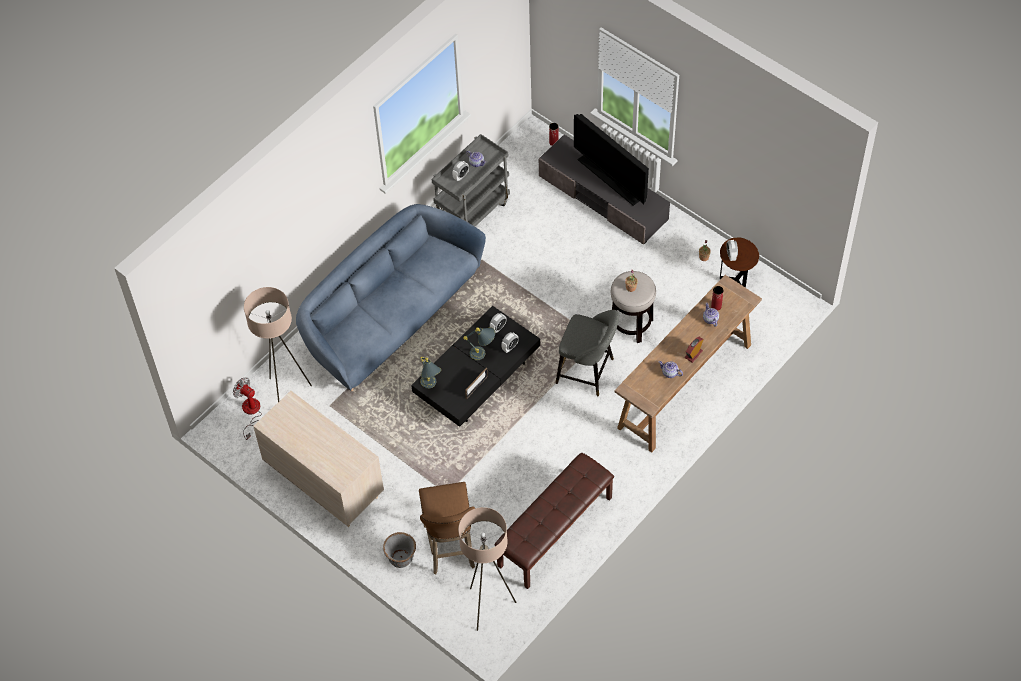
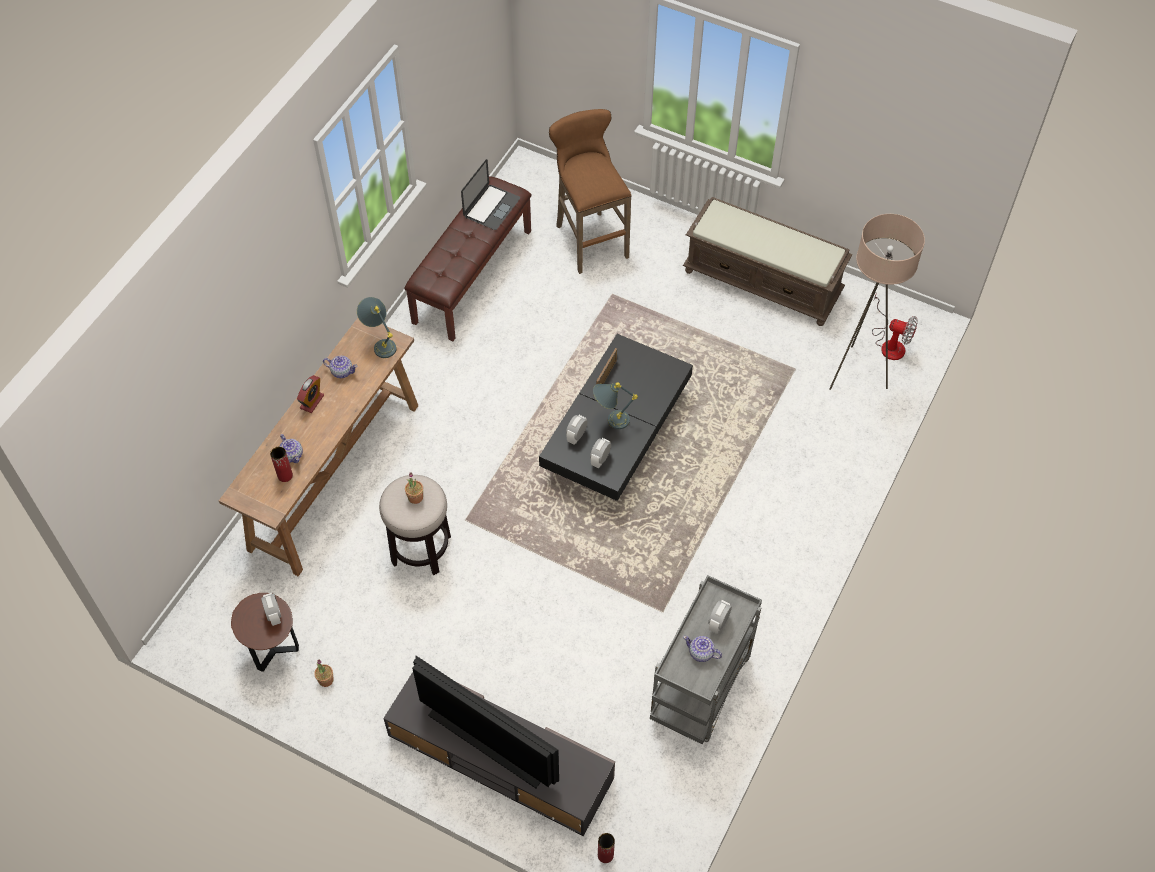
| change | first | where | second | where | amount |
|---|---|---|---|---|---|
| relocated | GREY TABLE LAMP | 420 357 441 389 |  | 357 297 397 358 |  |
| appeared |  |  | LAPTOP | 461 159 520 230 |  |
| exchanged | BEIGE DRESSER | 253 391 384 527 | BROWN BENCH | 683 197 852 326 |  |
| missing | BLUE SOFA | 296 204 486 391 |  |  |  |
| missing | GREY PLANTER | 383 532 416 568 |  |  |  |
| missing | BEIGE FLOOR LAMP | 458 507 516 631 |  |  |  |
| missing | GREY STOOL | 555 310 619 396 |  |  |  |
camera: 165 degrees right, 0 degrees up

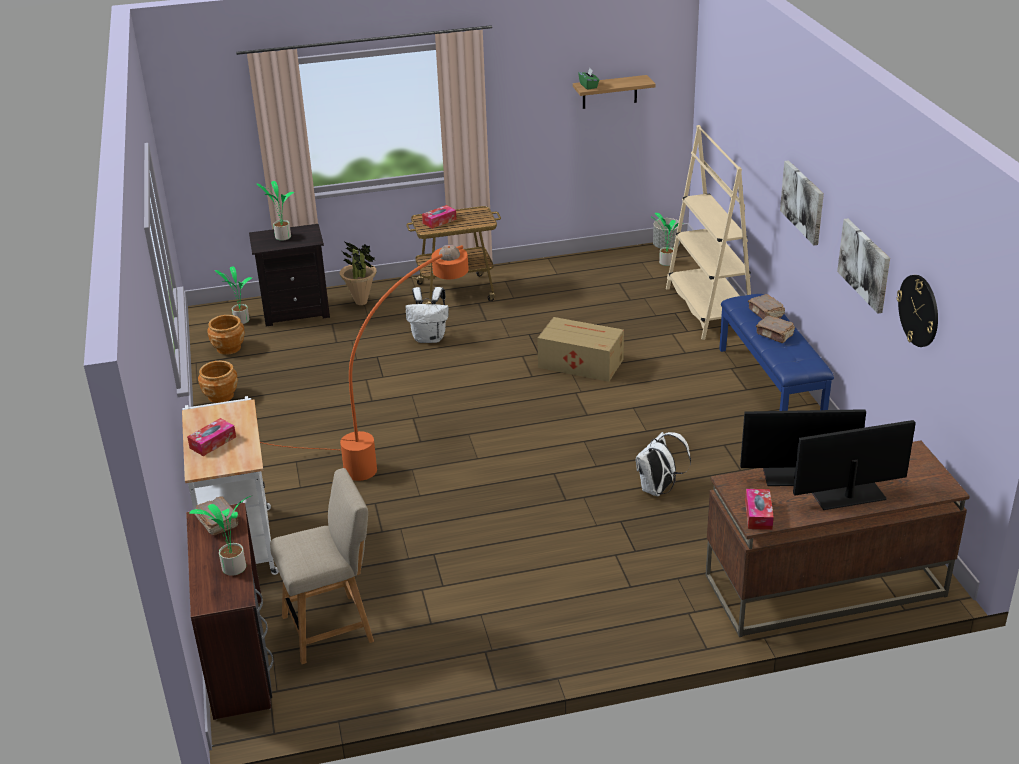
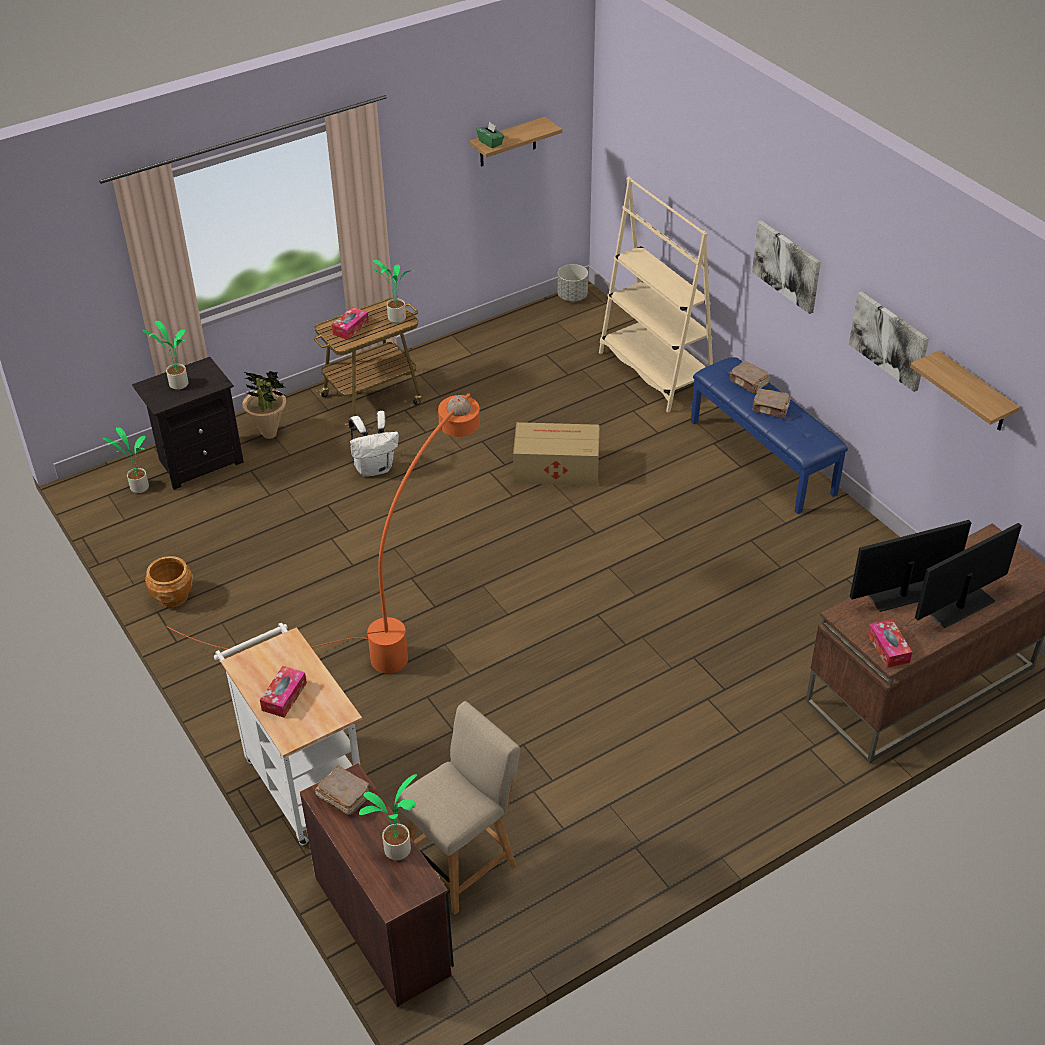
| change | first | where | second | where | amount |
|---|---|---|---|---|---|
| relocated | POTTED PLANT | 652 213 684 266 |  | 372 260 410 323 |  |
| exchanged | WALL CLOCK | 897 275 938 347 | SHELF | 910 351 1020 431 |  |
| missing | BROWN PLANTER | 207 315 245 355 |  |  |  |
| missing | WHITE BACKPACK | 636 432 691 496 |  |  |  |
camera: 20 degrees left, 10 degrees up

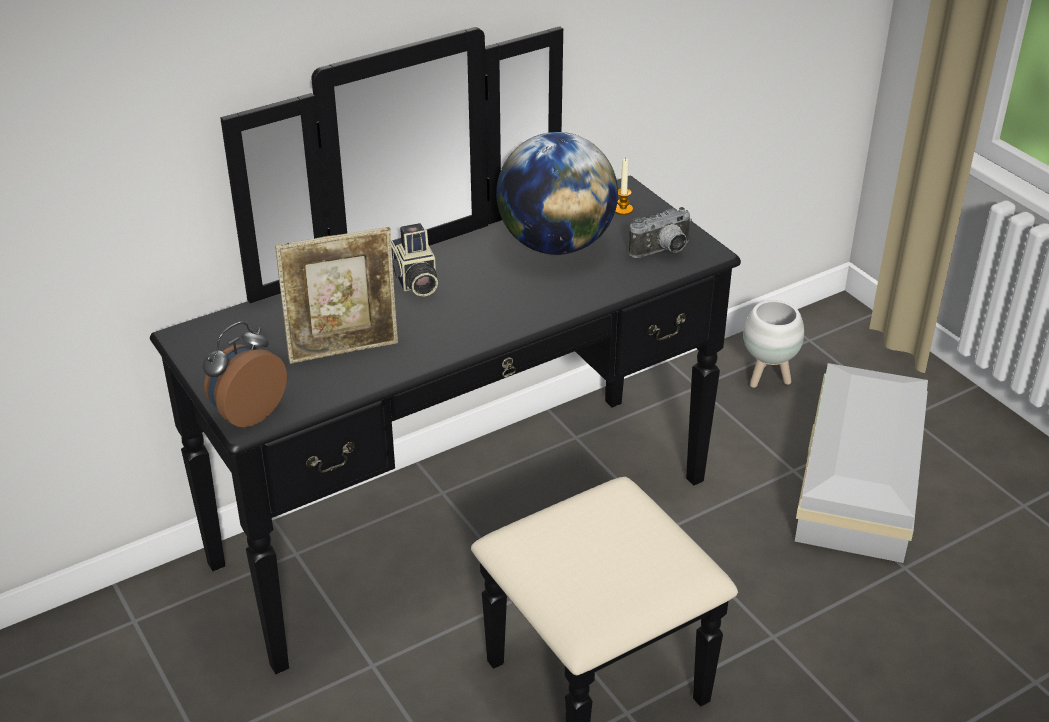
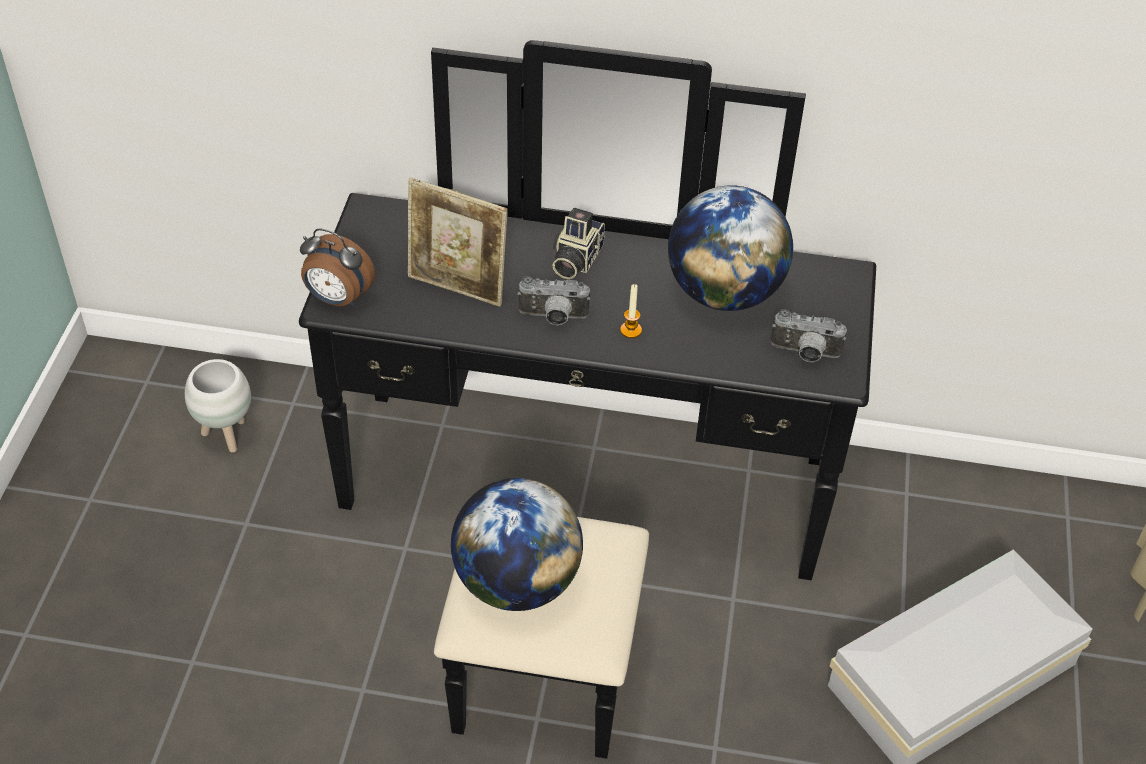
| change | first | where | second | where | amount |
|---|---|---|---|---|---|
| relocated | WHITE PLANTER | 743 300 804 388 |  | 185 359 251 453 |  |
| spun | ALARM CLOCK | 203 322 287 427 |  | 300 228 375 307 | 150 degrees counterclockwise |
| appeared |  |  | GLOBE | 451 478 583 611 |  |
| appeared |  |  | PHOTO CAMERA | 517 276 590 325 |  |
| relocated | CANDLE | 615 158 633 215 |  | 620 284 642 338 |  |
camera: 40 degrees right, 10 degrees up

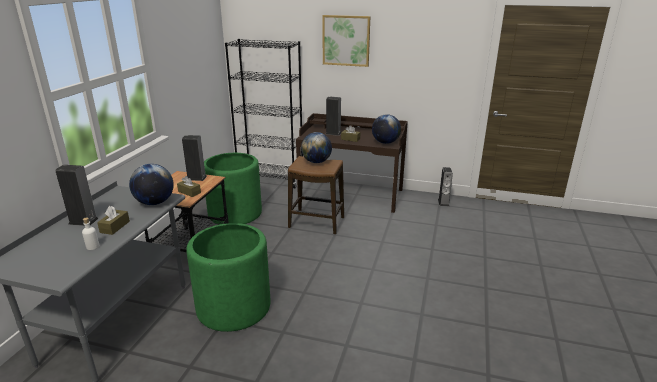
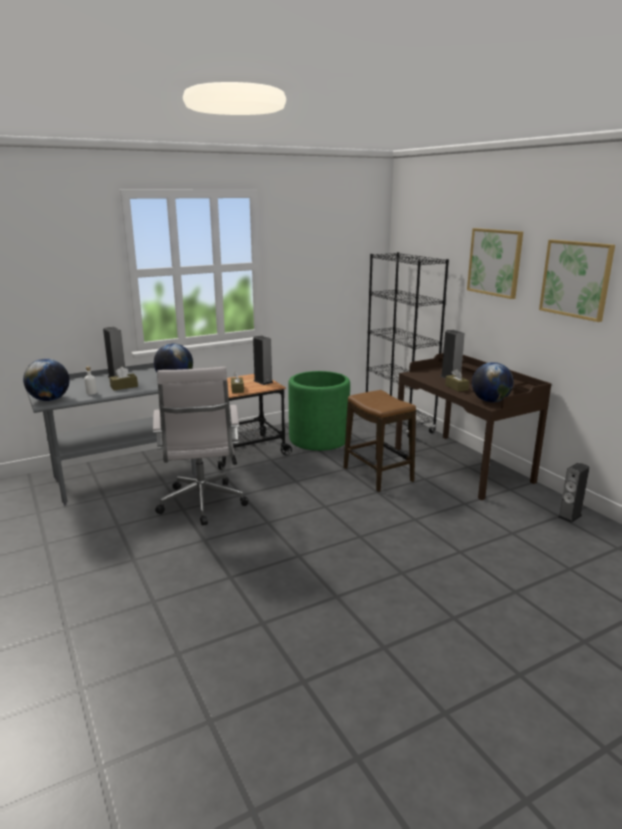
| change | first | where | second | where | amount |
|---|---|---|---|---|---|
| relocated | GLOBE | 301 132 332 163 |  | 23 359 70 401 |  |
| exchanged | GREEN PLANTER | 186 223 270 332 | WHITE OFFICE CHAIR | 153 367 249 526 |  |
| appeared |  |  | PICTURE | 539 240 615 322 |  |
camera: 45 degrees right, 5 degrees down

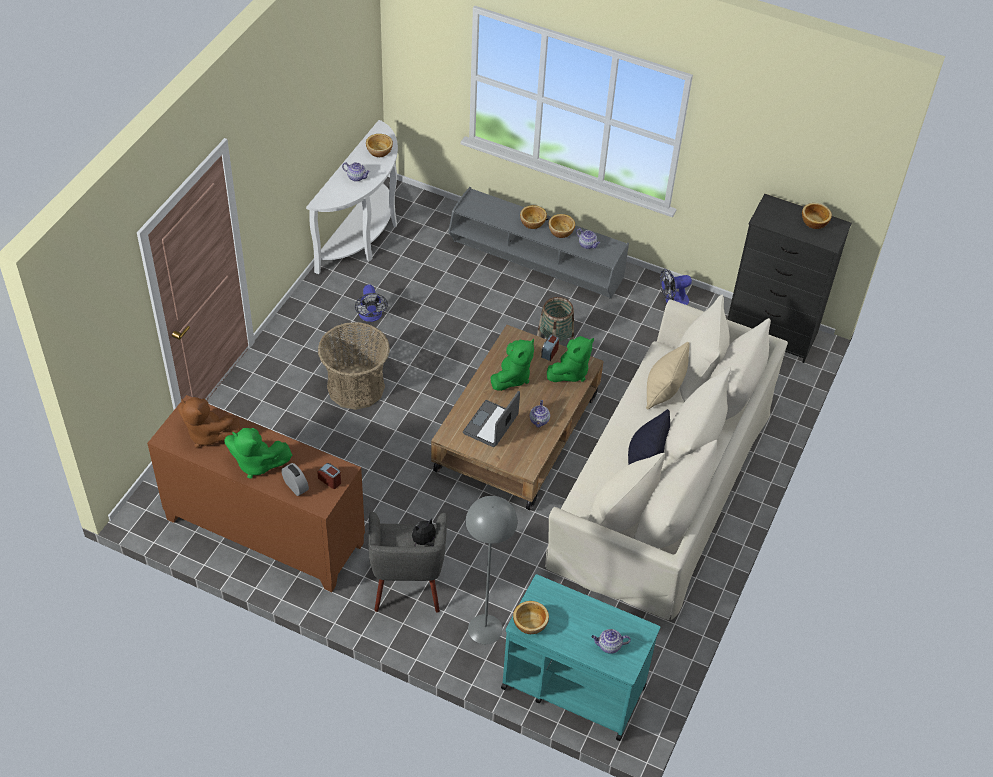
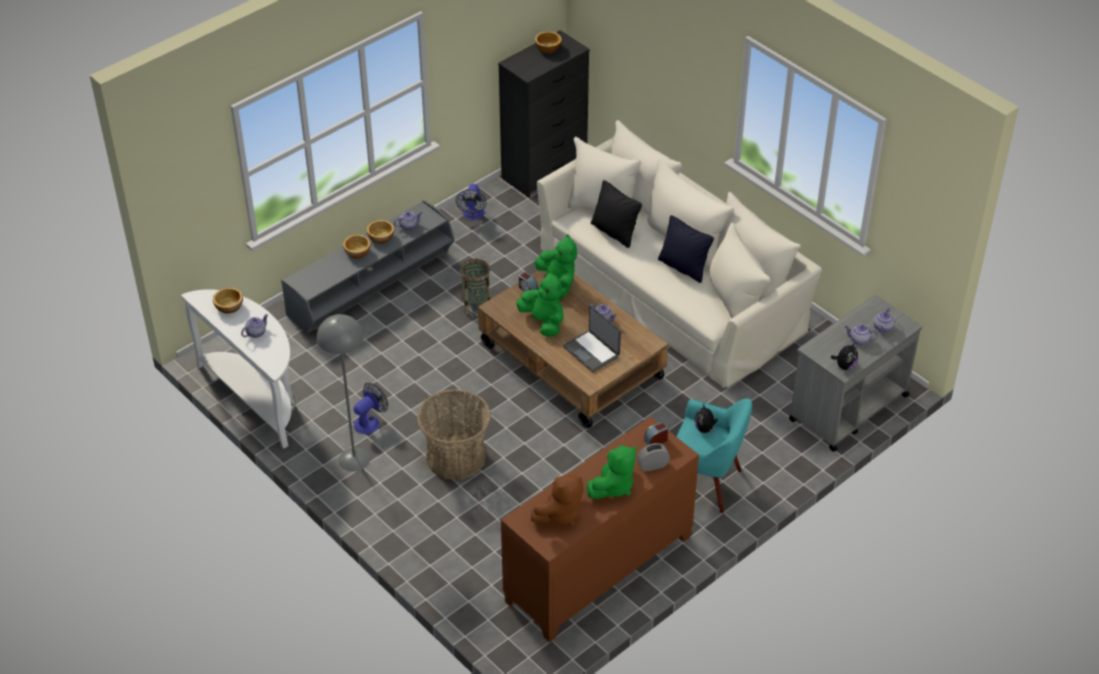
| change | first | where | second | where | amount |
|---|---|---|---|---|---|
| relocated | GREY FLOOR LAMP | 466 496 518 644 |  | 317 314 370 472 |  |
| spun | FAN | 355 284 388 322 |  | 354 383 388 434 | 60 degrees counterclockwise |
| colour | BEIGE PILLOW | 646 342 690 410 | BLACK PILLOW | 591 180 642 248 |  |
| colour | GREY ARMCHAIR | 369 512 447 613 | TURQUOISE ARMCHAIR | 676 398 752 513 |  |
| colour | TURQUOISE CART | 501 574 660 741 | GREY CART | 789 295 922 452 |  |
| exchanged | BOWL | 513 601 549 634 | PLUSH TOY | 831 342 858 370 |  |
| appeared |  |  | TEAPOT | 845 324 878 345 |  |
camera: 65 degrees left, 5 degrees down

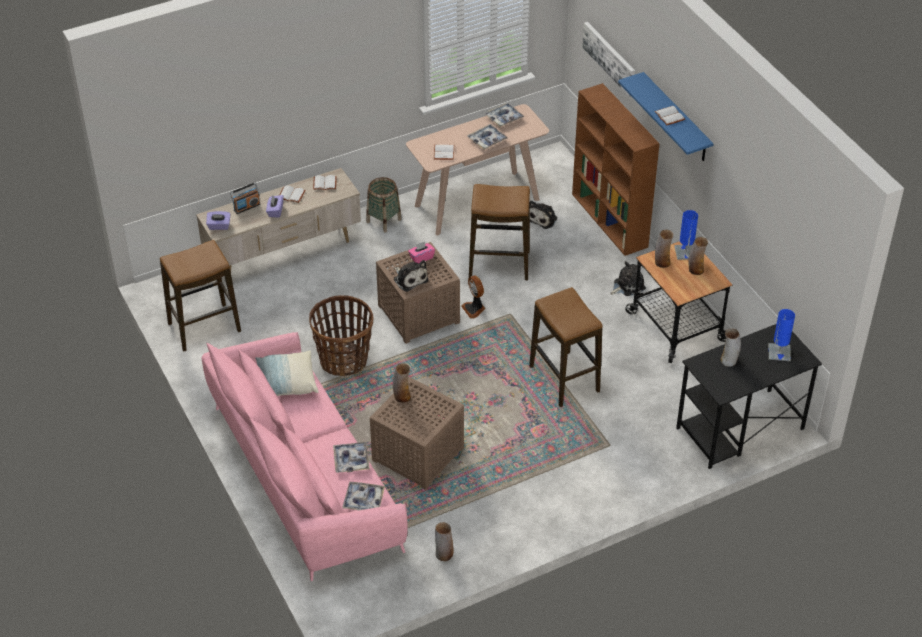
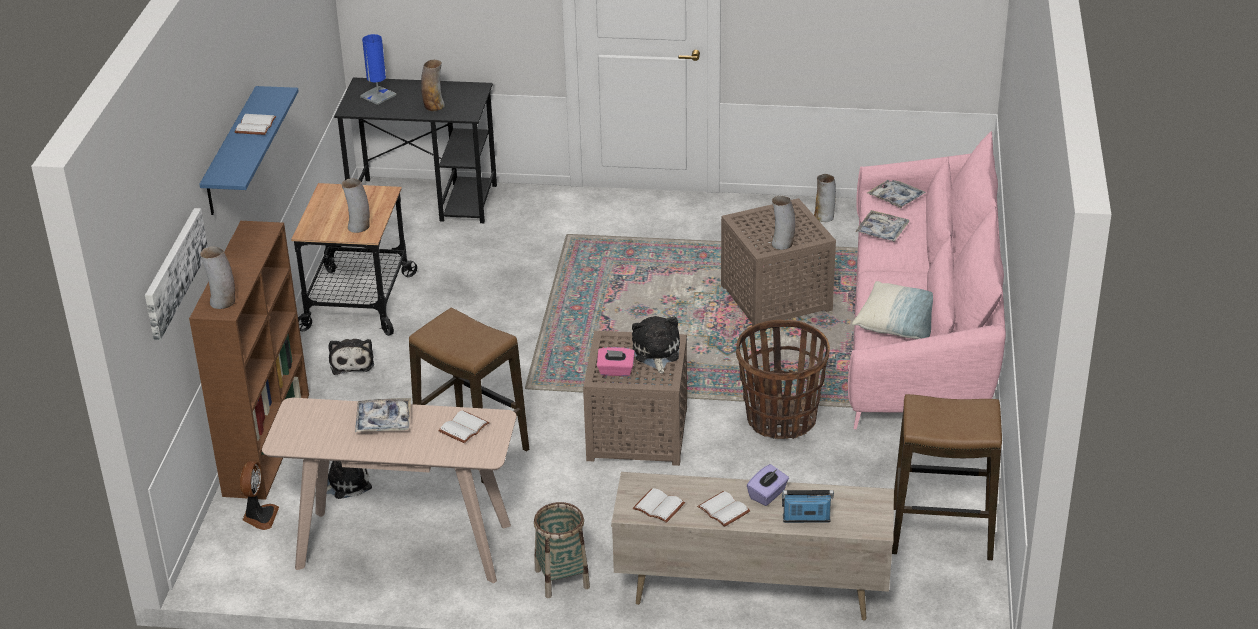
| change | first | where | second | where | amount |
|---|---|---|---|---|---|
| relocated | VASE | 688 237 708 275 |  | 200 247 235 309 |  |
| relocated | FAN | 461 275 485 319 |  | 240 461 279 530 |  |
| spun | PLUSH TOY | 610 261 646 296 |  | 329 339 374 375 | 105 degrees counterclockwise |
| missing | PURPLE TISSUE BOX | 206 211 231 230 |  |  |  |
| missing | TRAY | 484 102 524 127 |  |  |  |
| missing | STOOL | 529 287 603 407 |  |  |  |
| missing | BLUE TABLE LAMP | 674 210 698 260 |  |  |  |
camera: 145 degrees left, 10 degrees down

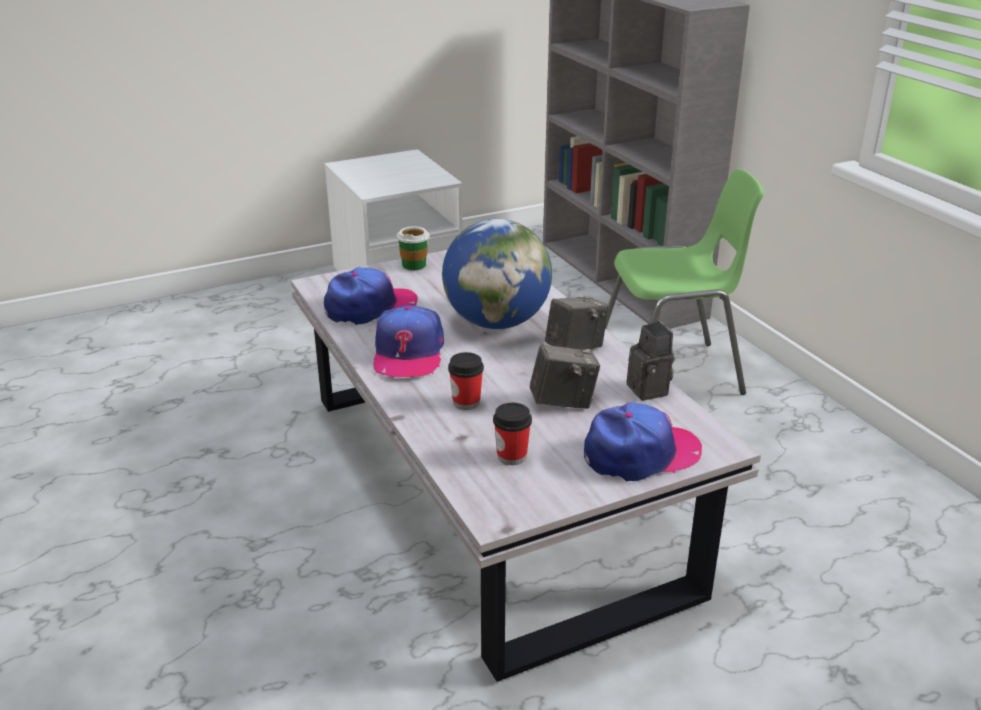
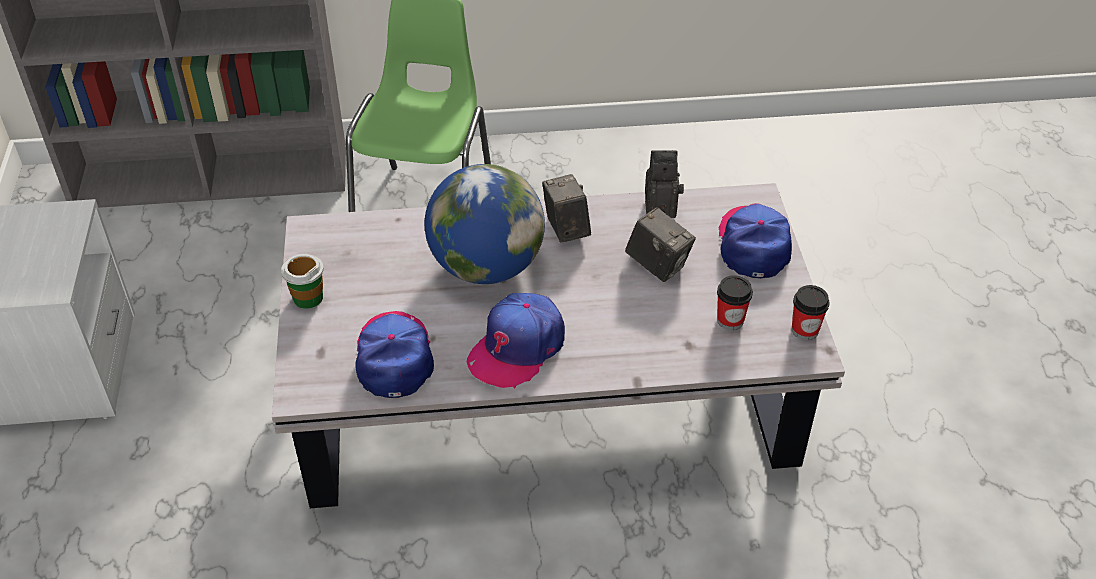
| change | first | where | second | where | amount |
|---|---|---|---|---|---|
| spun | CAP | 373 305 444 377 |  | 467 293 565 389 | 105 degrees clockwise |
| spun | PHOTO CAMERA | 530 344 600 409 |  | 625 207 696 282 | 120 degrees clockwise |
| relocated | CUP | 448 352 484 410 |  | 792 285 830 340 |  |
camera: 70 degrees left, 15 degrees up

